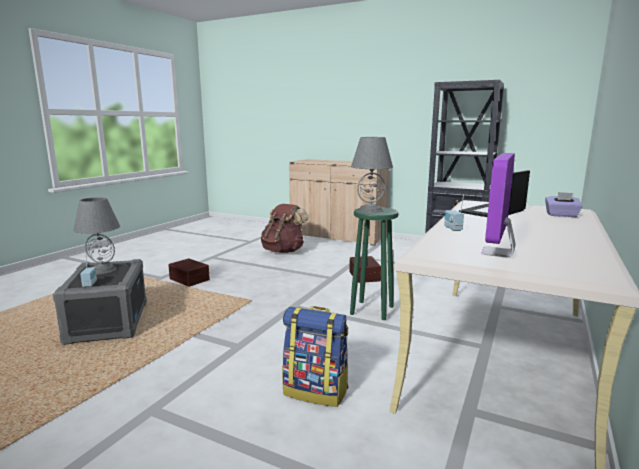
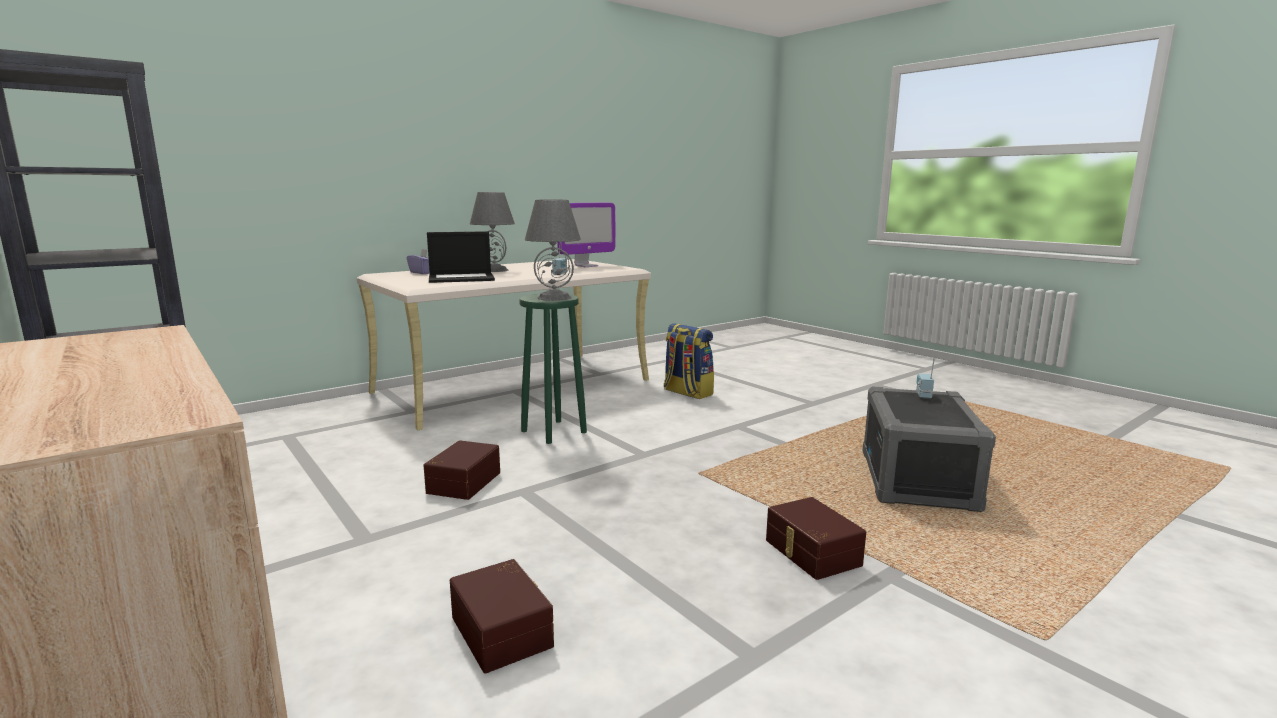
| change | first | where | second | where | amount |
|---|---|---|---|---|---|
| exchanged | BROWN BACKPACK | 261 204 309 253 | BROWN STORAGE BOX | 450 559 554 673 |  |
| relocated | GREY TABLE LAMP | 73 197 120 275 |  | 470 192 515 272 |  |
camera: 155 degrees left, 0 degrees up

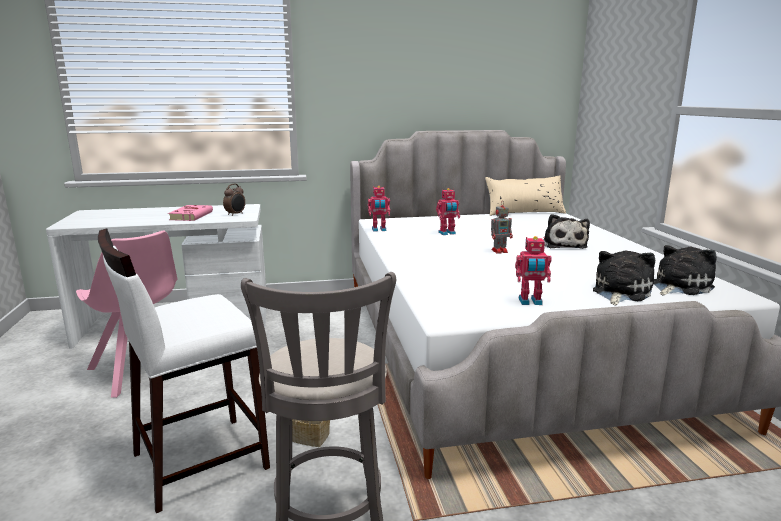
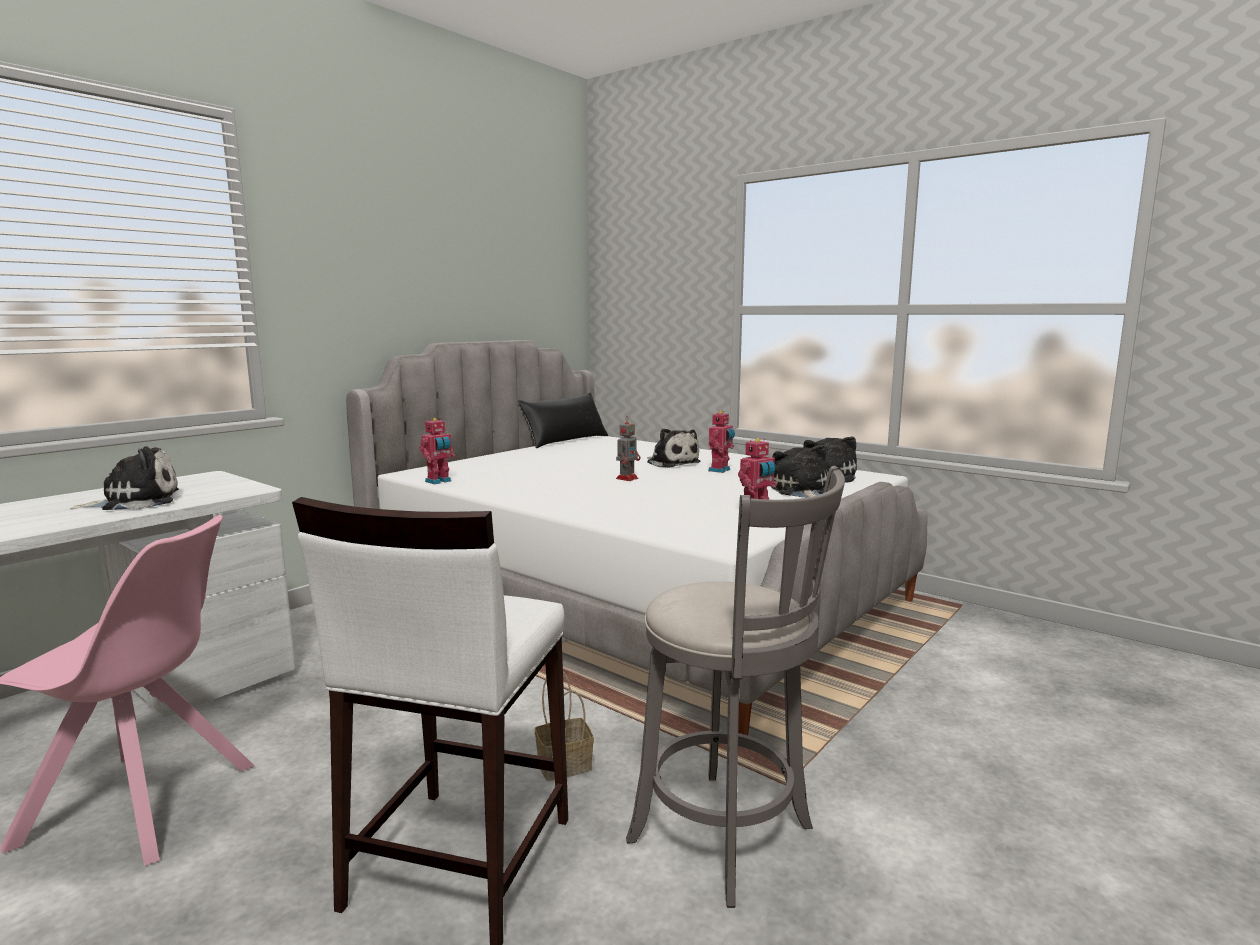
| change | first | where | second | where | amount |
|---|---|---|---|---|---|
| exchanged | PINK BOOK | 168 205 213 221 | PLUSH TOY | 70 447 179 510 |  |
| colour | BEIGE PILLOW | 485 175 566 216 | BLACK PILLOW | 518 393 608 448 |  |
| relocated | TOY ROBOT | 436 188 460 235 |  | 708 411 735 473 |  |
| missing | ALARM CLOCK | 223 184 245 216 |  |  |  |
camera: 40 degrees left, 5 degrees down

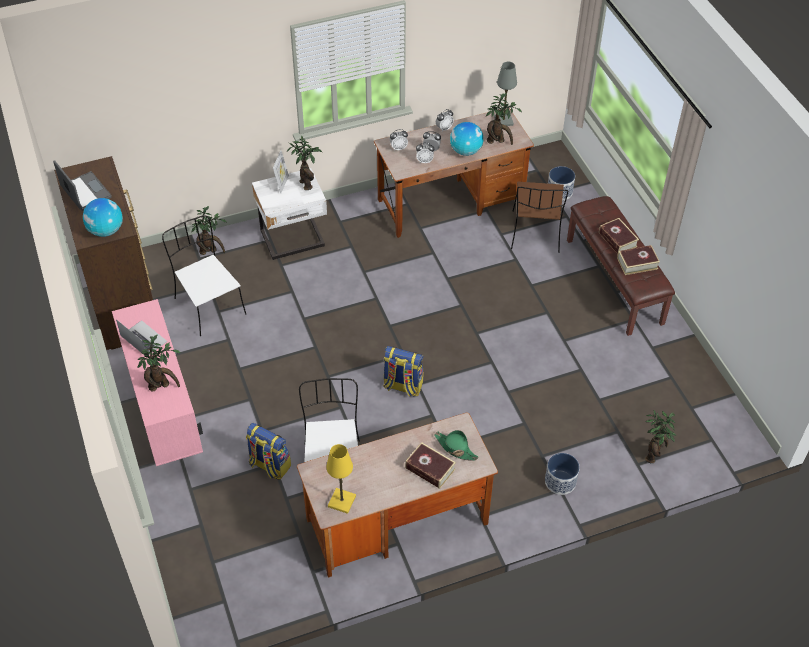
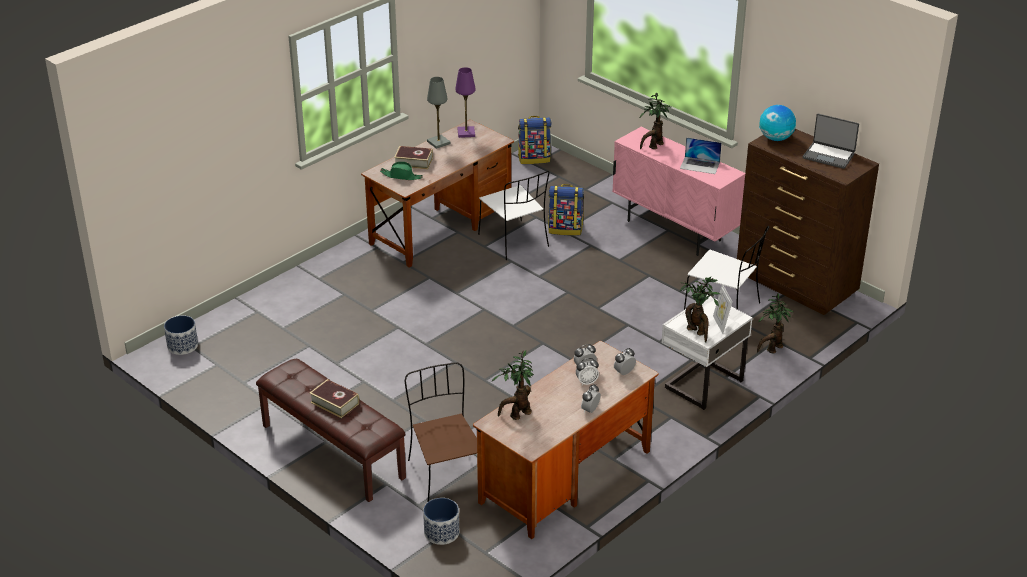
| change | first | where | second | where | amount |
|---|---|---|---|---|---|
| relocated | PLANTER | 545 453 580 495 |  | 164 315 198 355 |  |
| relocated | GREY TABLE LAMP | 494 62 517 126 |  | 427 77 450 149 |  |
| colour | YELLOW TABLE LAMP | 326 444 356 514 | PURPLE TABLE LAMP | 455 67 476 138 |  |
| relocated | BACKPACK | 383 346 424 397 |  | 518 116 551 164 |  |
| missing | GLOBE | 450 122 483 156 |  |  |  |
| missing | BOOK | 617 245 660 275 |  |  |  |
| missing | POTTED PLANT | 645 410 677 463 |  |  |  |
camera: 155 degrees right, 15 degrees down

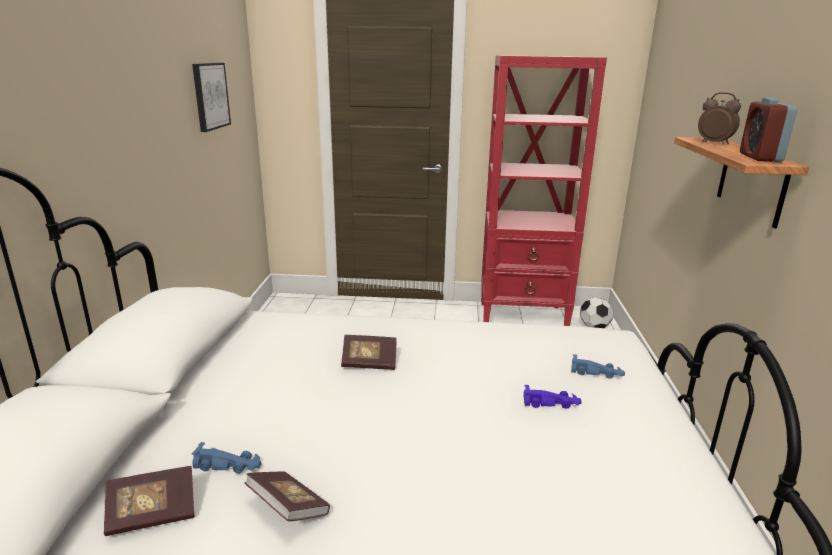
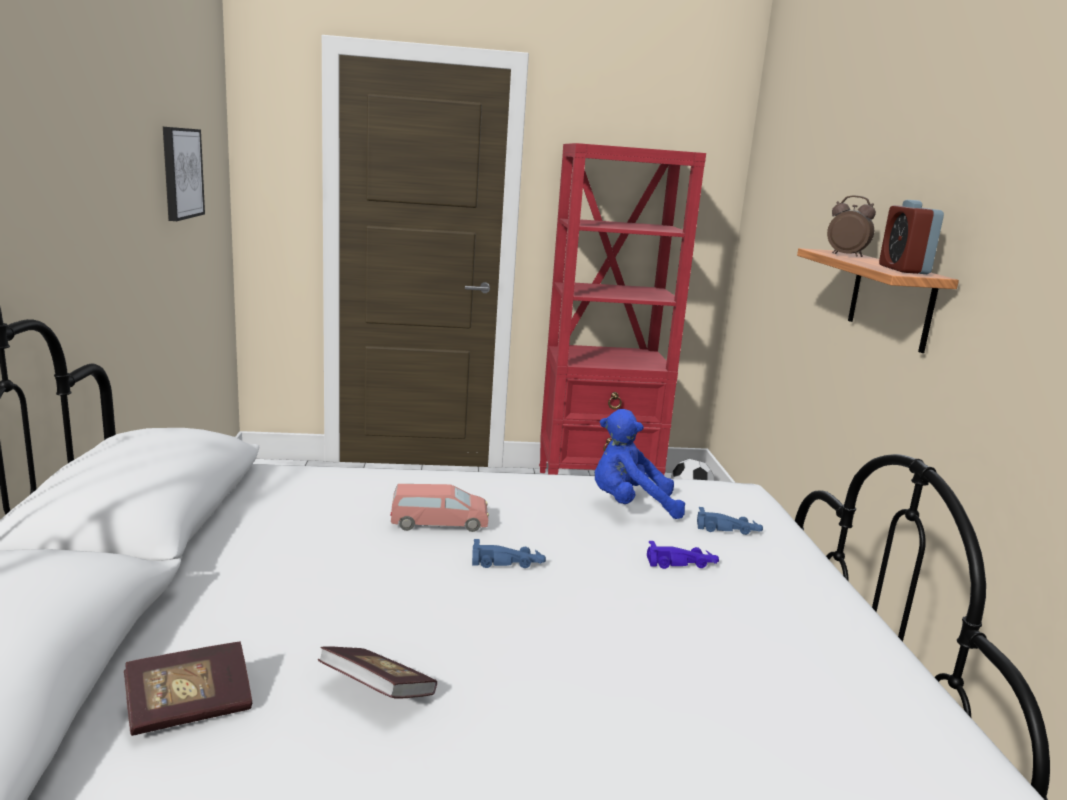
| change | first | where | second | where | amount |
|---|---|---|---|---|---|
| exchanged | BOOK | 341 335 397 370 | PINK TOY CAR | 391 484 489 532 |  |
| relocated | BLUE TOY CAR | 191 442 262 474 |  | 472 539 546 568 |  |
| appeared |  |  | BLUE PLUSH TOY | 595 409 685 519 |  |
camera: 10 degrees left, 5 degrees down

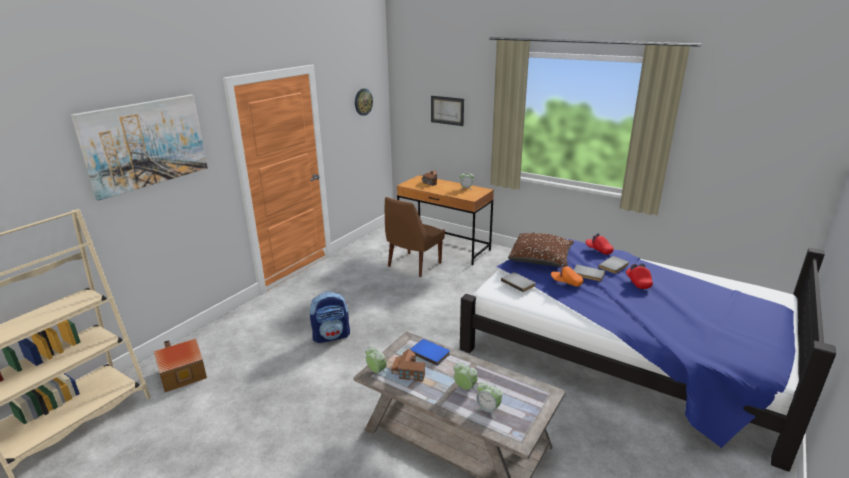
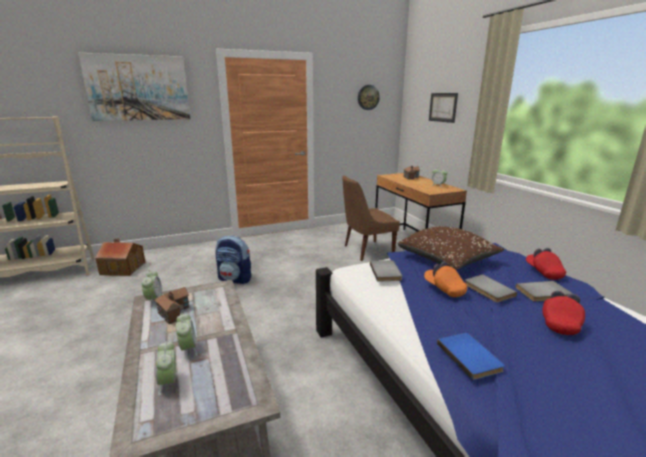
| change | first | where | second | where | amount |
|---|---|---|---|---|---|
| relocated | BLUE BOOK | 410 339 450 366 |  | 437 333 505 380 |  |
camera: 35 degrees right, 5 degrees down

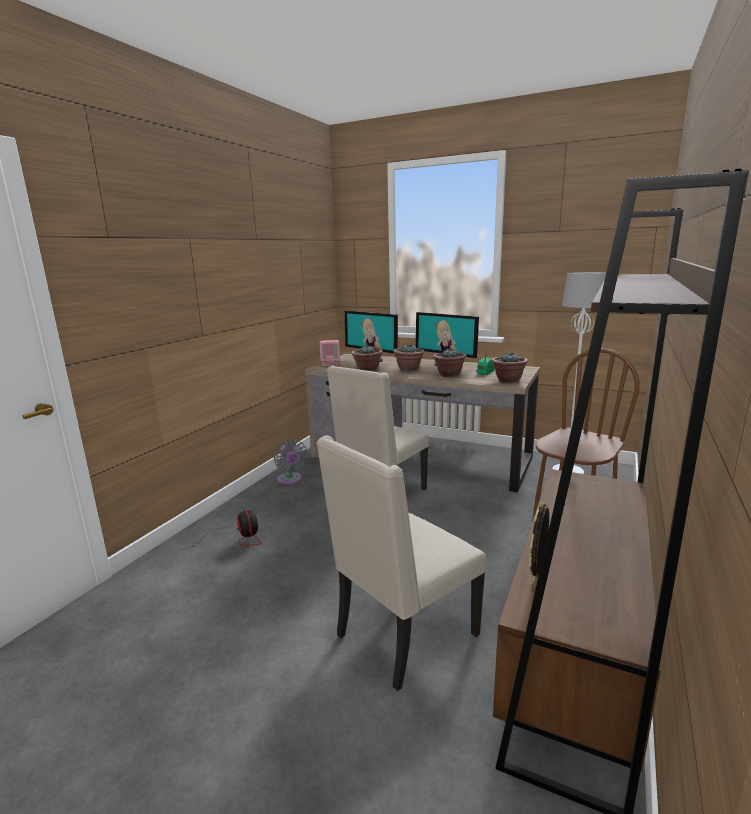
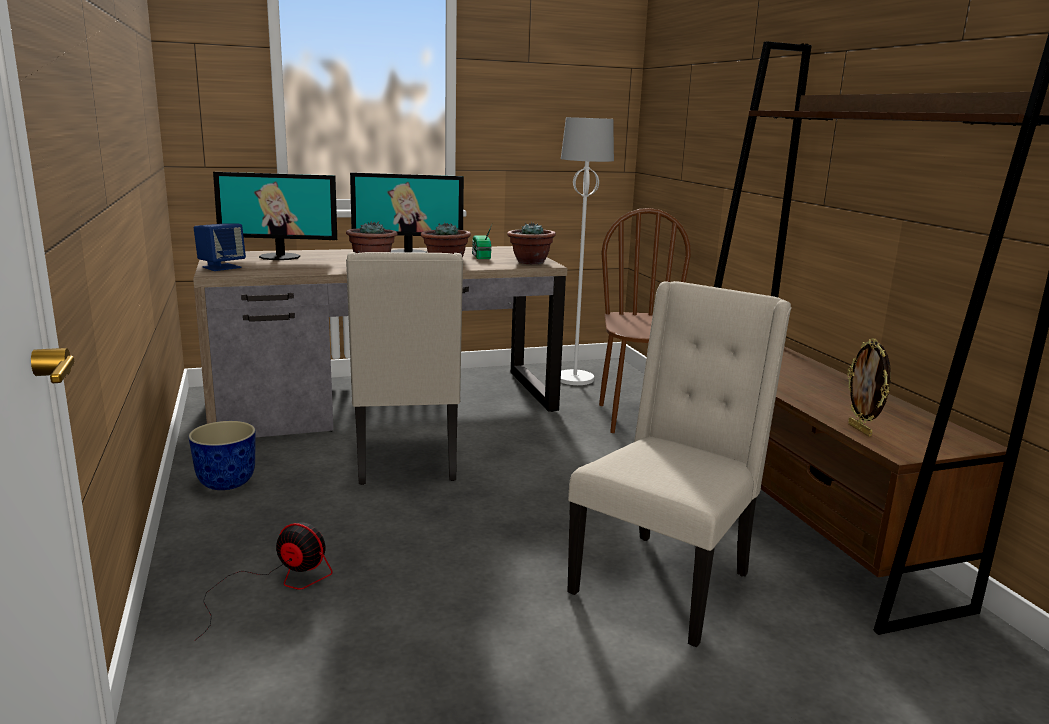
| change | first | where | second | where | amount |
|---|---|---|---|---|---|
| exchanged | GREY FAN | 274 439 308 485 | PLANTER | 188 421 256 490 |  |
| colour | PINK SPEAKER | 320 340 340 366 | BLUE SPEAKER | 194 223 246 271 |  |
| spun | BEIGE CHAIR | 317 436 487 691 |  | 567 281 792 648 | 150 degrees counterclockwise |
| missing | POTTED PLANT | 351 345 383 372 |  |  |  |
camera: 45 degrees left, 0 degrees up

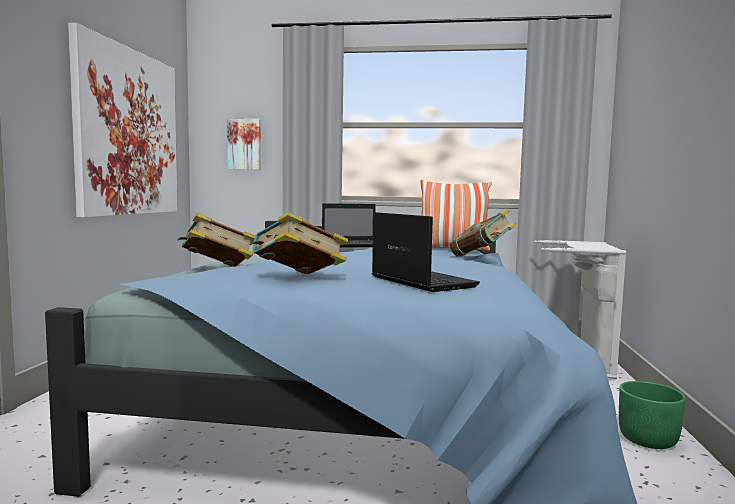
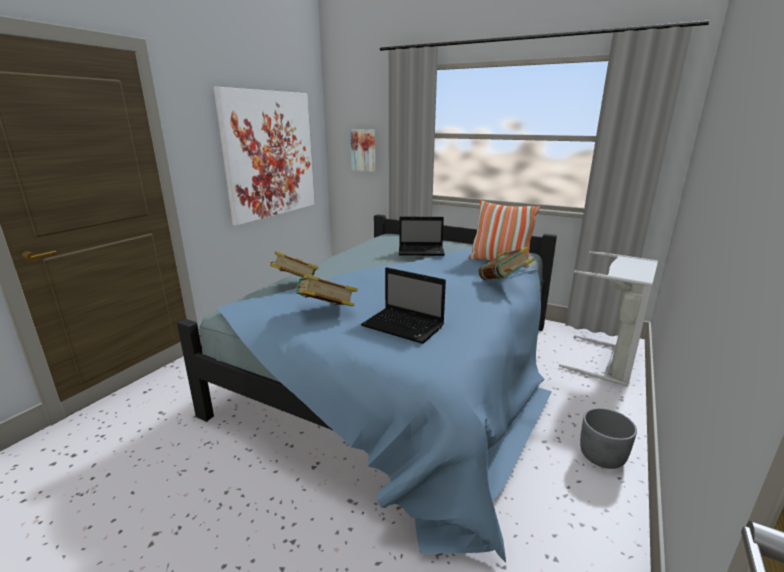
| change | first | where | second | where | amount |
|---|---|---|---|---|---|
| spun | LAPTOP | 372 212 480 292 |  | 361 267 446 344 | 135 degrees clockwise |
| colour | GREEN PLANTER | 619 381 686 449 | GREY PLANTER | 580 408 637 469 |  |
camera: 20 degrees right, 15 degrees up

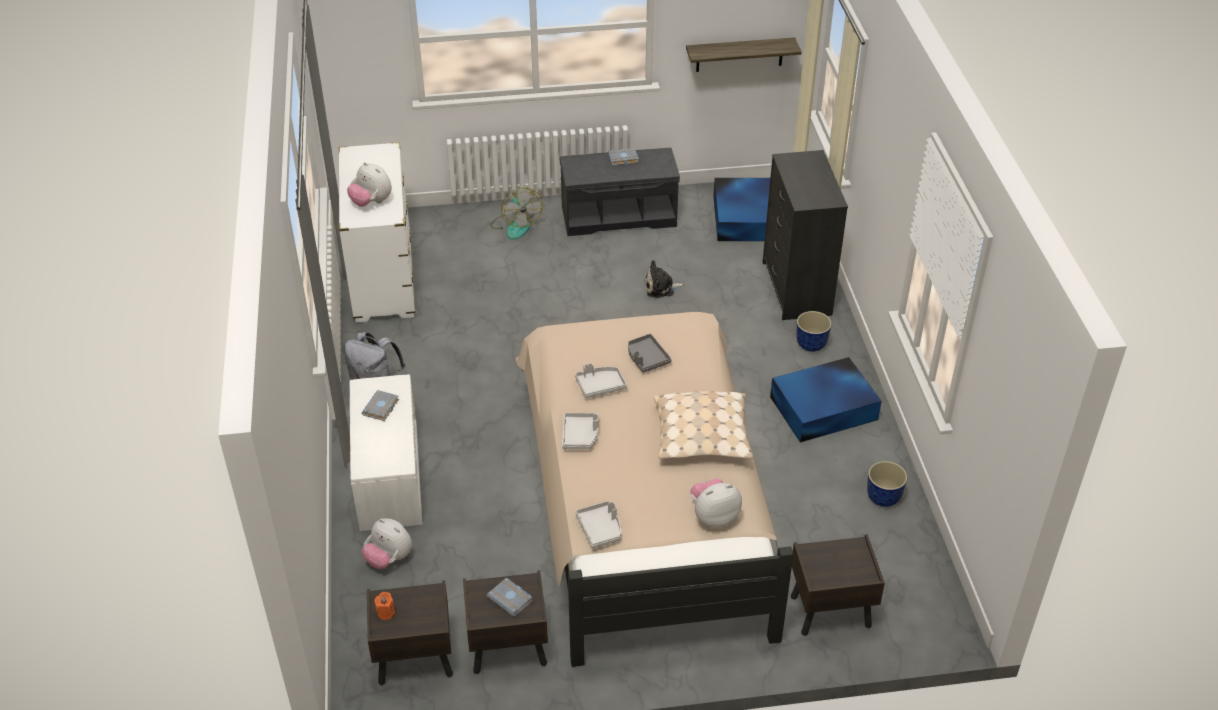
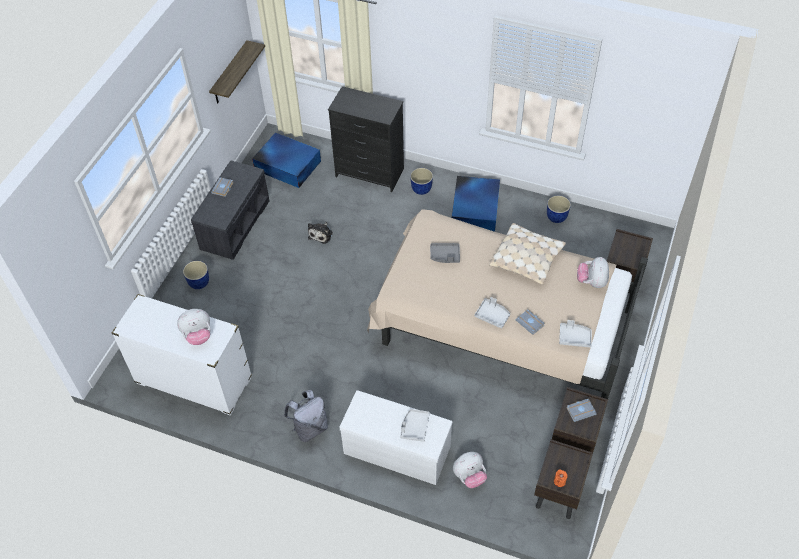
| change | first | where | second | where | amount |
|---|---|---|---|---|---|
| exchanged | FAN | 490 187 543 240 | PLANTER | 183 261 209 289 |  |
| relocated | GREY TRAY | 575 363 627 398 |  | 400 409 430 442 |  |
| relocated | GREY BOOK | 362 390 399 421 |  | 516 309 545 335 |  |
camera: 60 degrees left, 10 degrees up

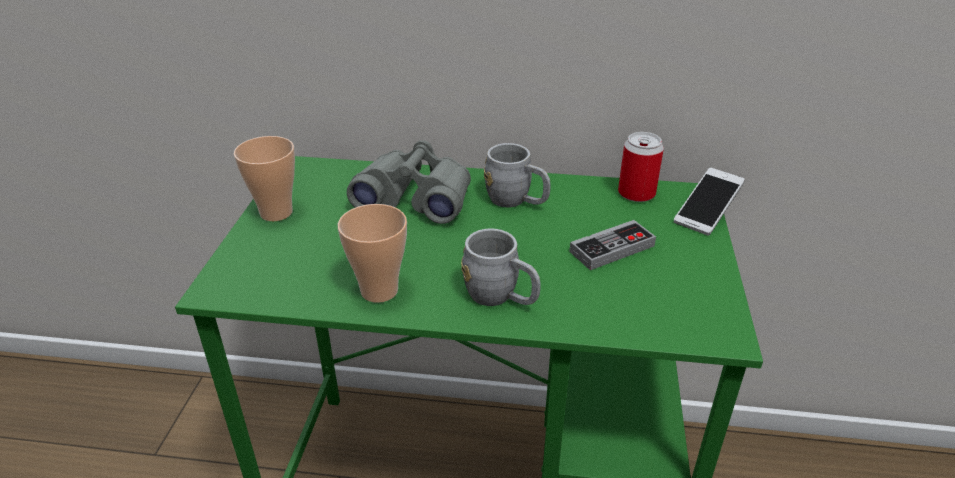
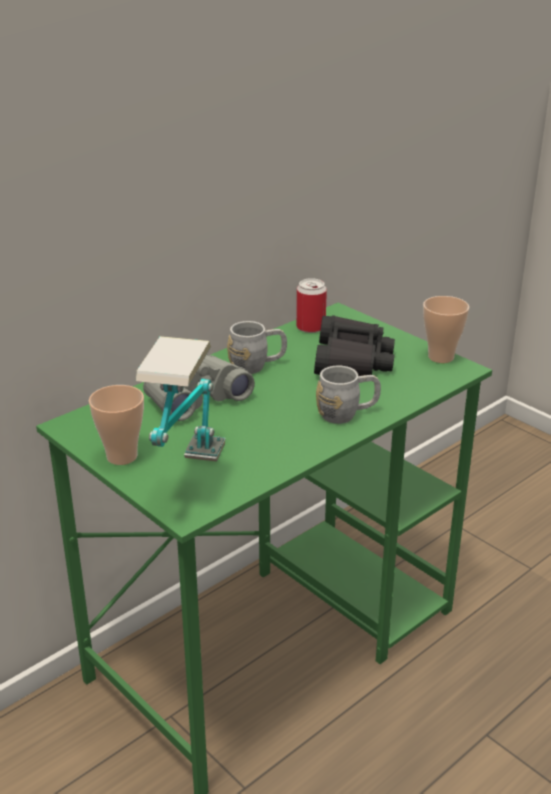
| change | first | where | second | where | amount |
|---|---|---|---|---|---|
| appeared |  |  | TABLE LAMP | 136 336 226 462 |  |
| exchanged | GAME CONTROLLER | 569 220 656 270 | BLACK BINOCULARS | 314 315 395 376 |  |
| relocated | CUP | 338 204 407 303 |  | 423 296 469 363 |  |
| missing | PHONE | 674 168 744 236 |  |  |  |
camera: 50 degrees left, 5 degrees down

